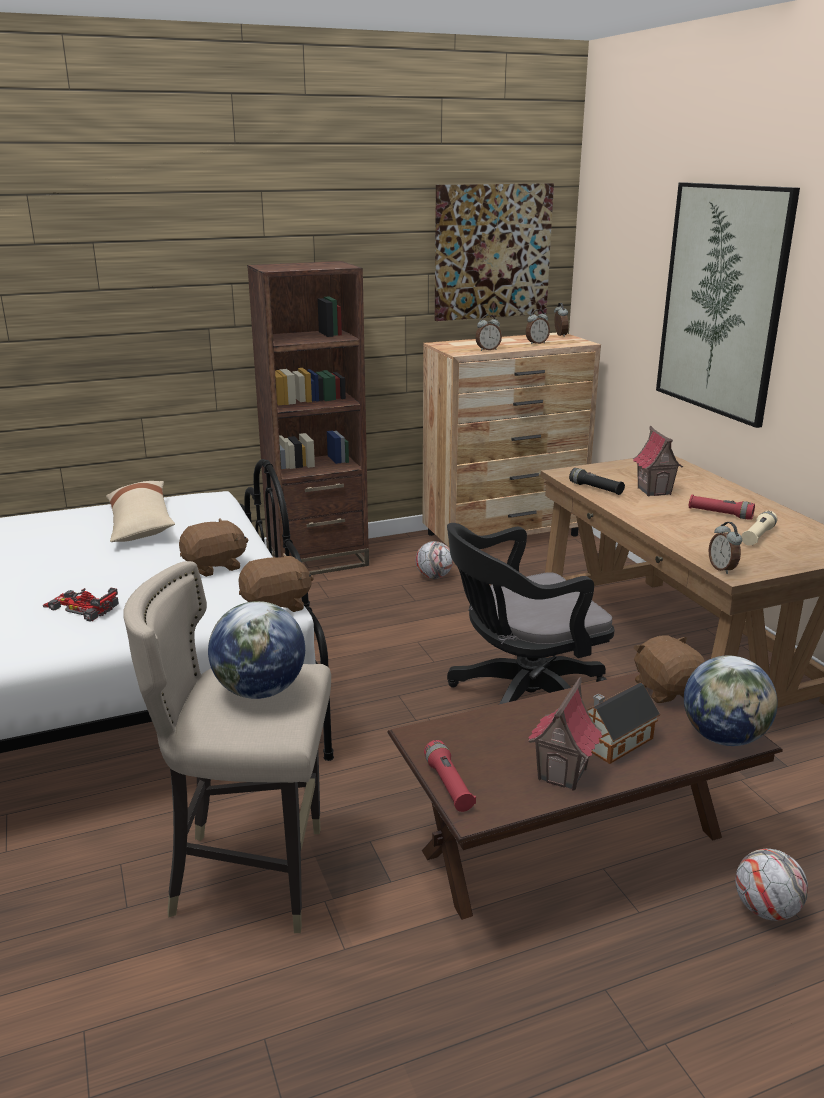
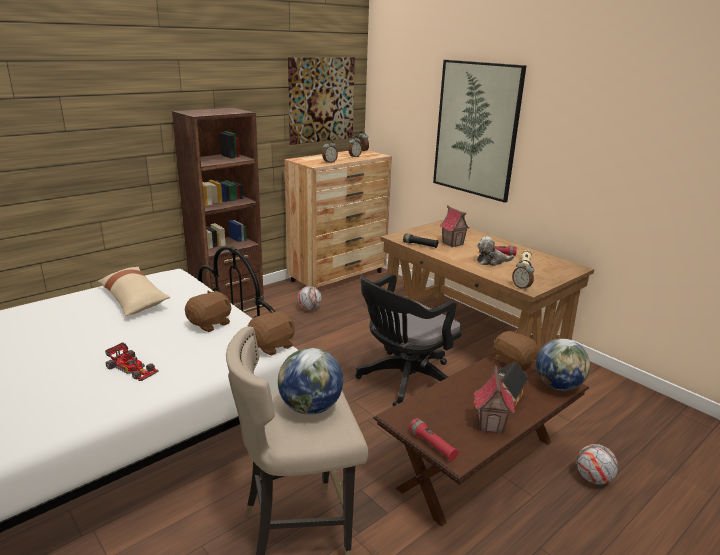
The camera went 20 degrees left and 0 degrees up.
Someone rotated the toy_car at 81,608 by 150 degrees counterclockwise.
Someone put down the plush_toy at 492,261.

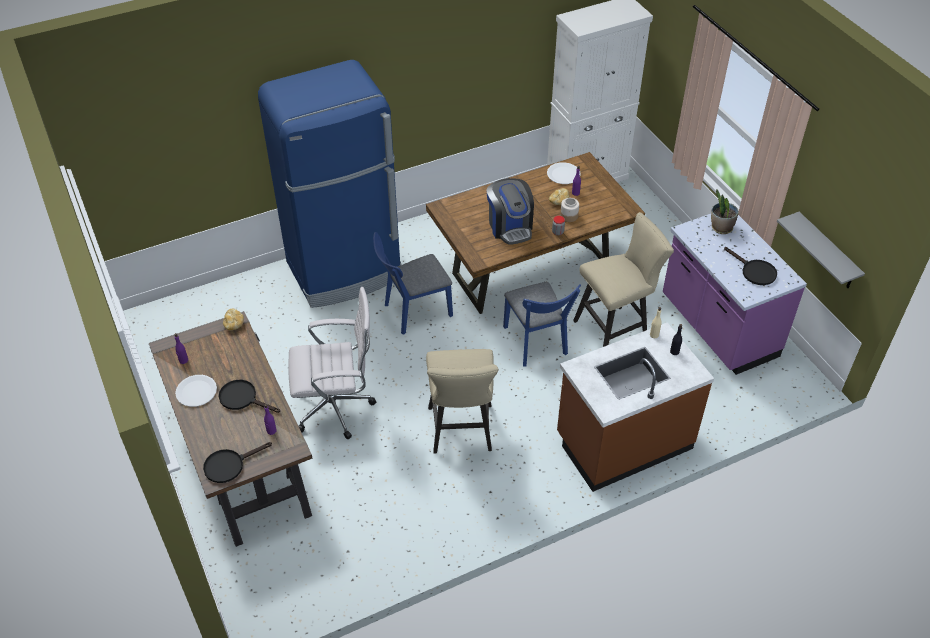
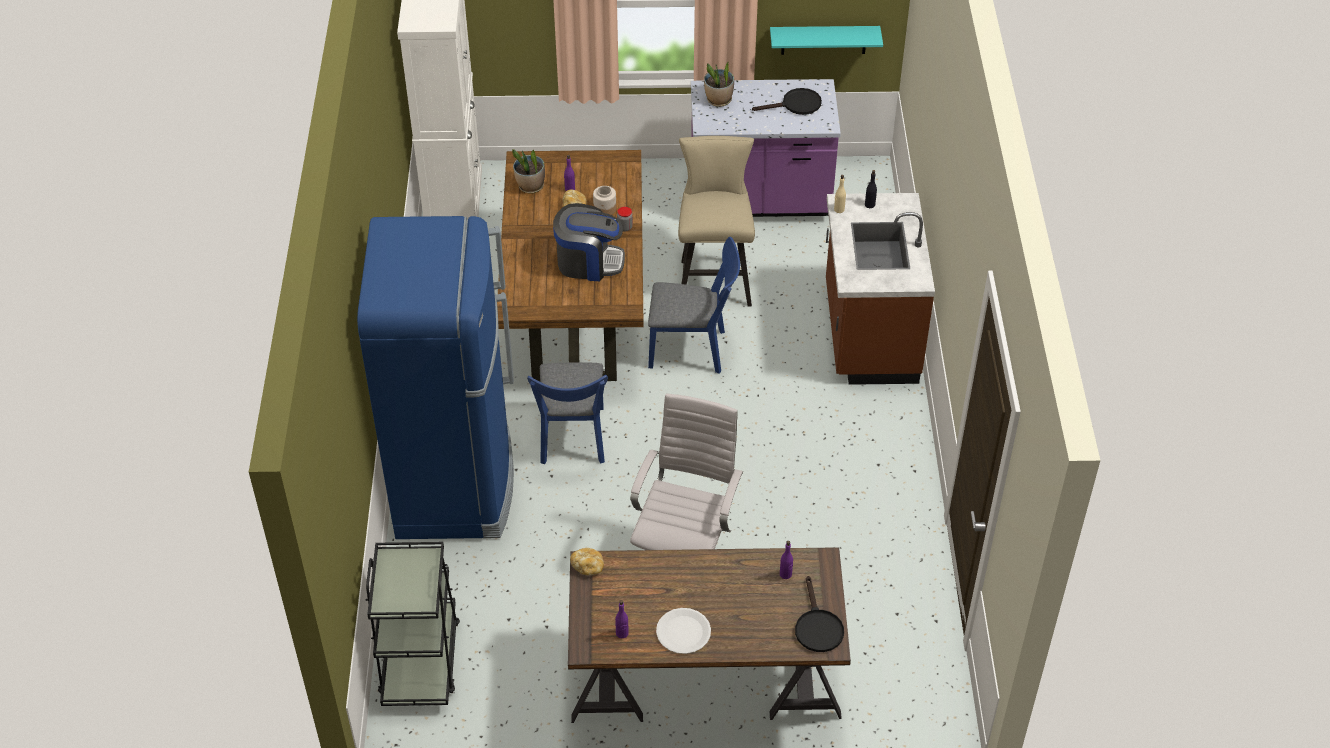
The camera went 65 degrees left and 0 degrees up.
Someone swapped the white_plate at 563,174 for the potted_plant at 530,186.
Someone repainted the grey_shelf at 827,252, which became the turquoise_shelf at 824,40.
Someone took away the beige_stool at 461,433.
Someone took away the black_frying_pan at 243,398.
Someone put down the black_cart at 420,660.

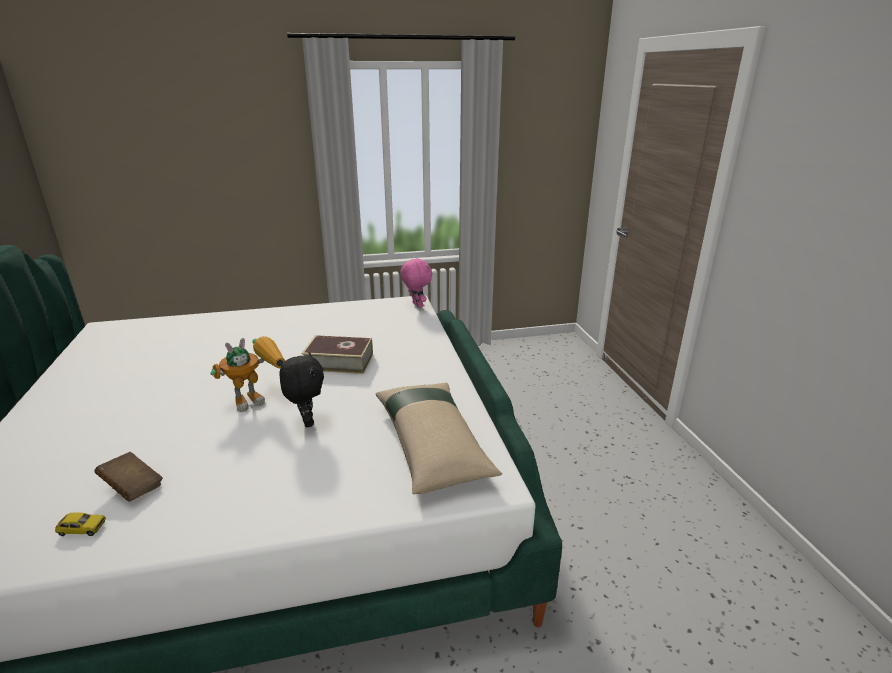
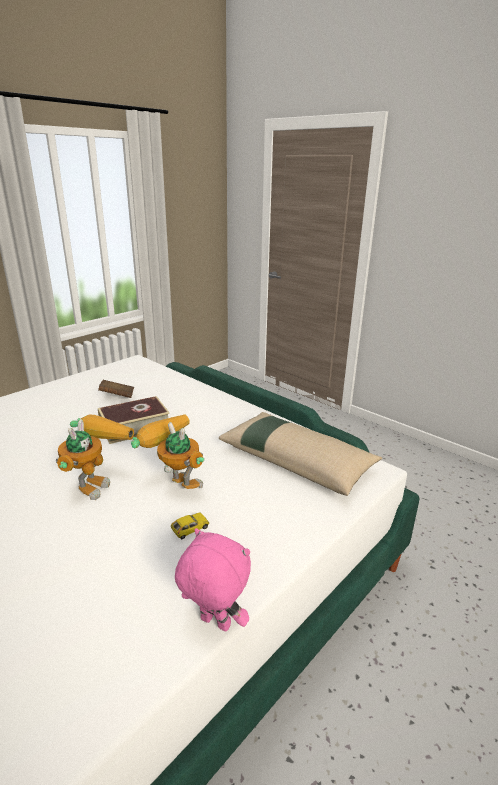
The camera went 35 degrees left and 0 degrees up.
Someone carried the pink_plush_toy from 416,305 to 214,624.
Someone swapped the black_plush_toy at 306,421 for the toy_robot at 174,483.
Someone carried the brown_book from 133,487 to 117,397.
Someone carried the toy_car from 82,528 to 190,529.

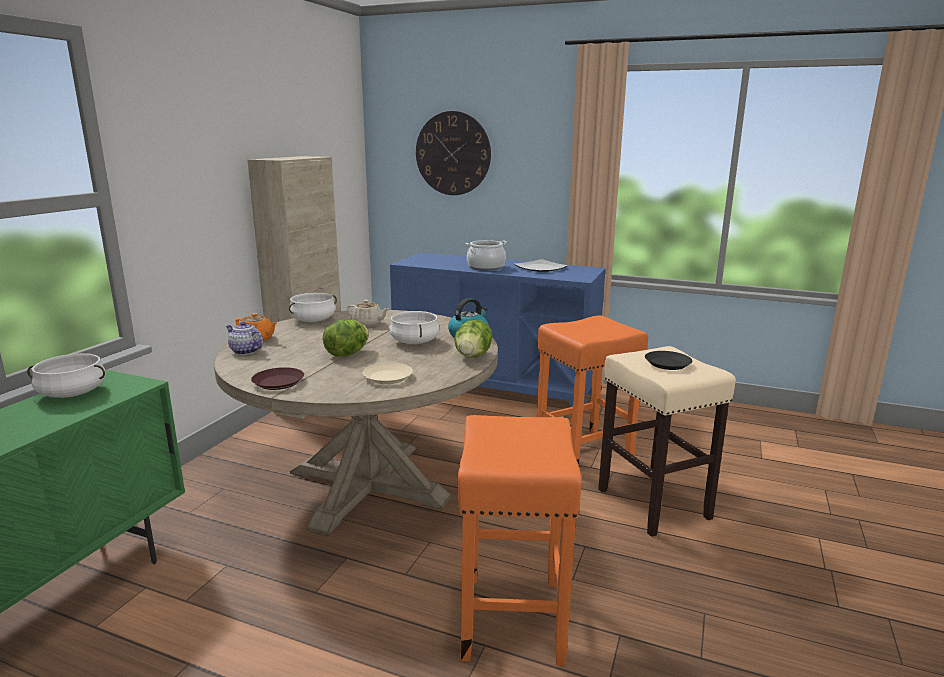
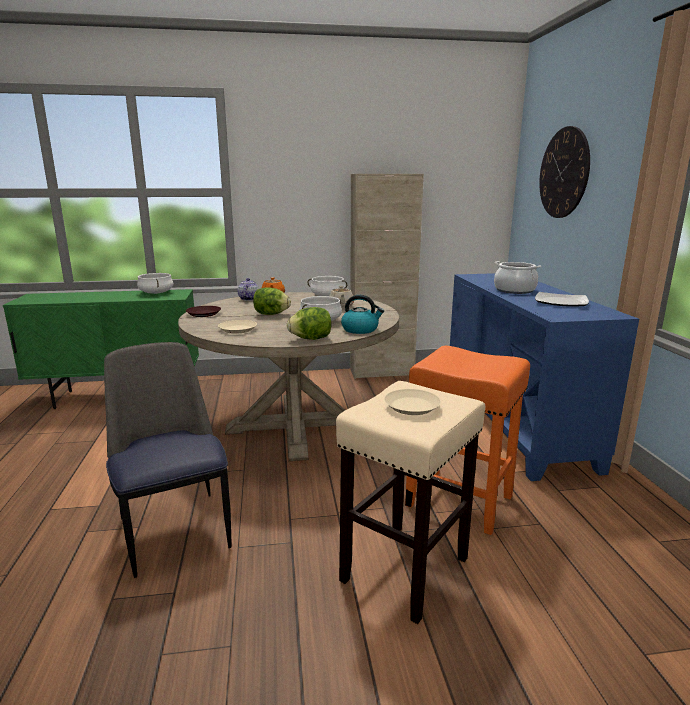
The camera went 60 degrees right and 0 degrees up.
Someone repainted the black_plate at 667,364, which became the beige_plate at 412,406.
Someone swapped the orange_stool at 512,616 for the chair at 175,529.

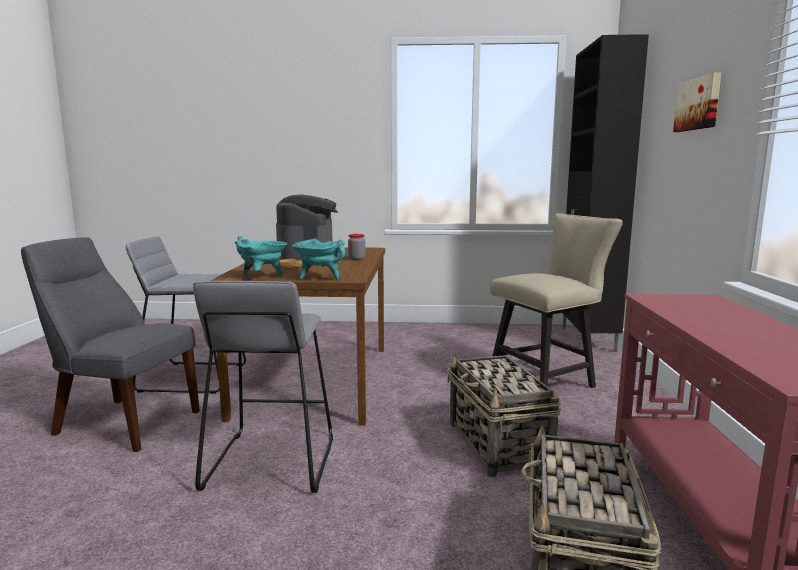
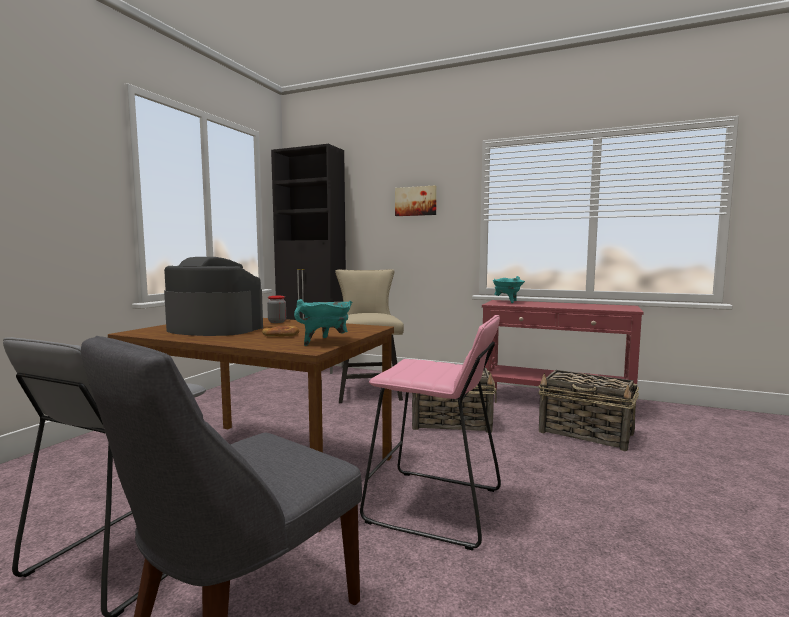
The camera went 70 degrees left and 5 degrees down.
Someone carried the turquoise_cooking_pot from 320,278 to 507,302.
Someone repainted the grey_stool at 270,461, which became the pink_stool at 433,506.

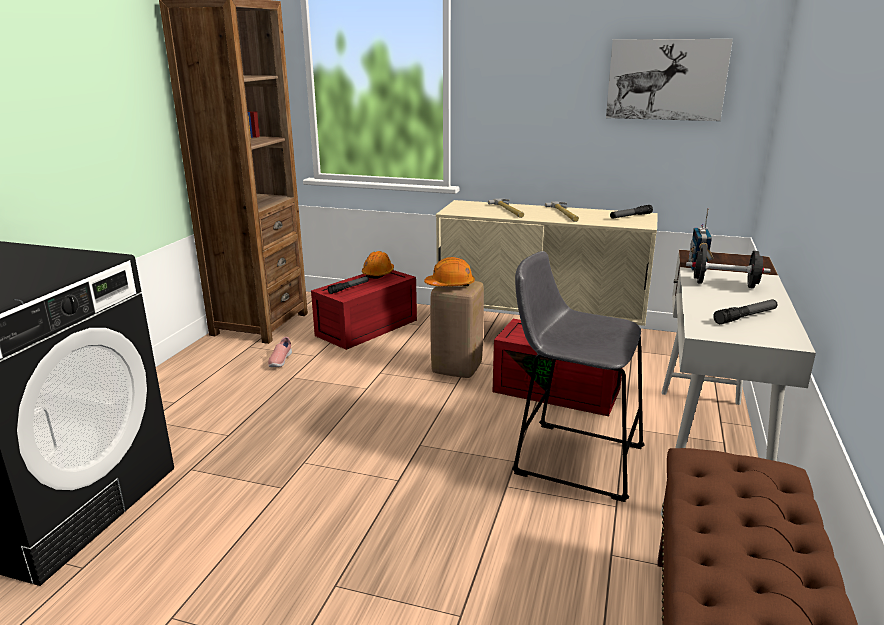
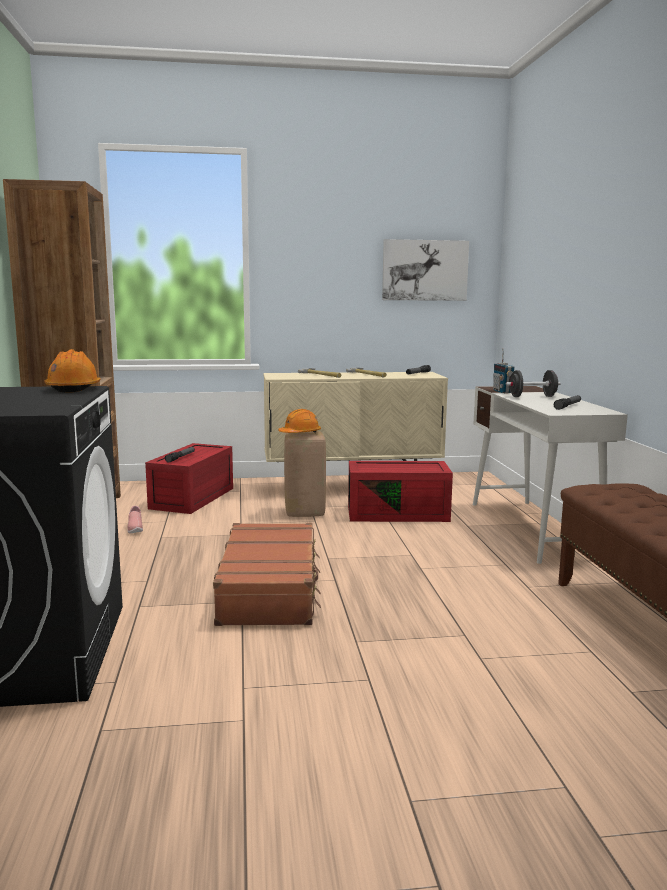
The camera went 25 degrees left and 10 degrees down.
Someone carried the orange_hard_hat from 378,273 to 74,389.
Someone took away the grey_stool at 571,458.
Someone put down the brown_suitcase at 270,589.

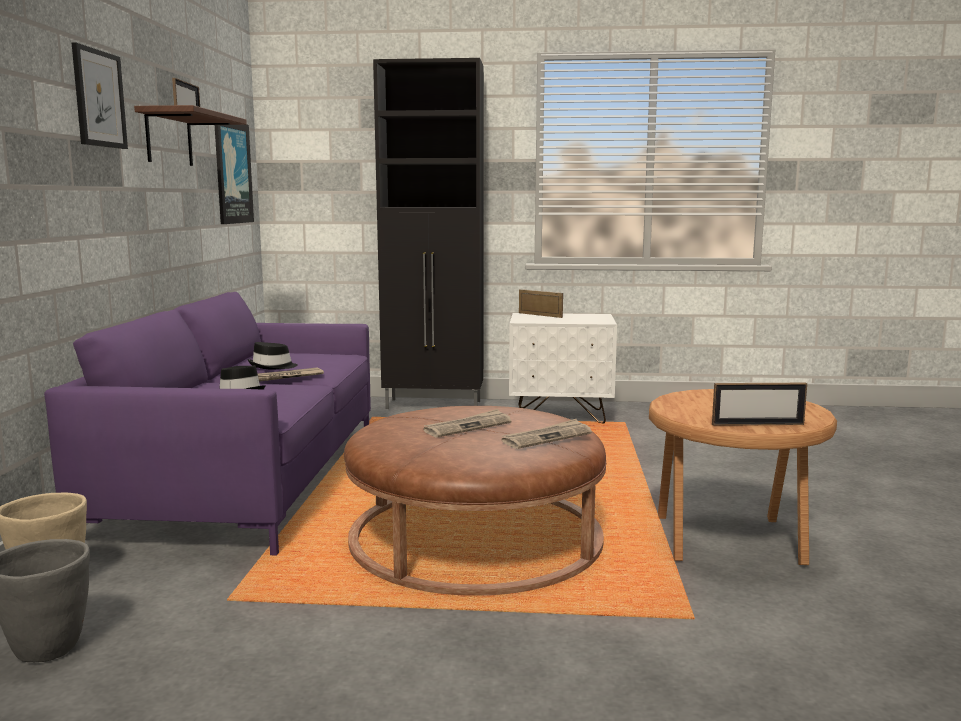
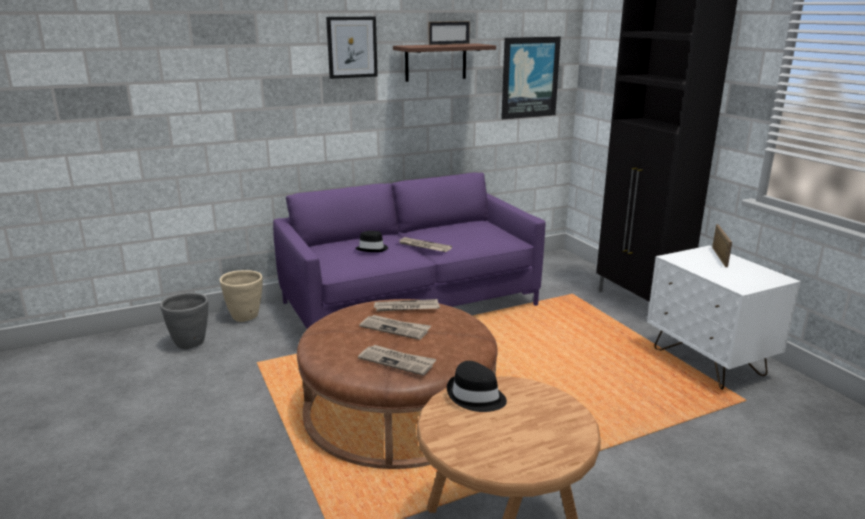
The camera went 60 degrees right and 10 degrees up.
Someone carried the black_hat from 273,366 to 475,397.
Someone took away the picture_frame at 757,424.
Someone put down the newspaper at 406,308.

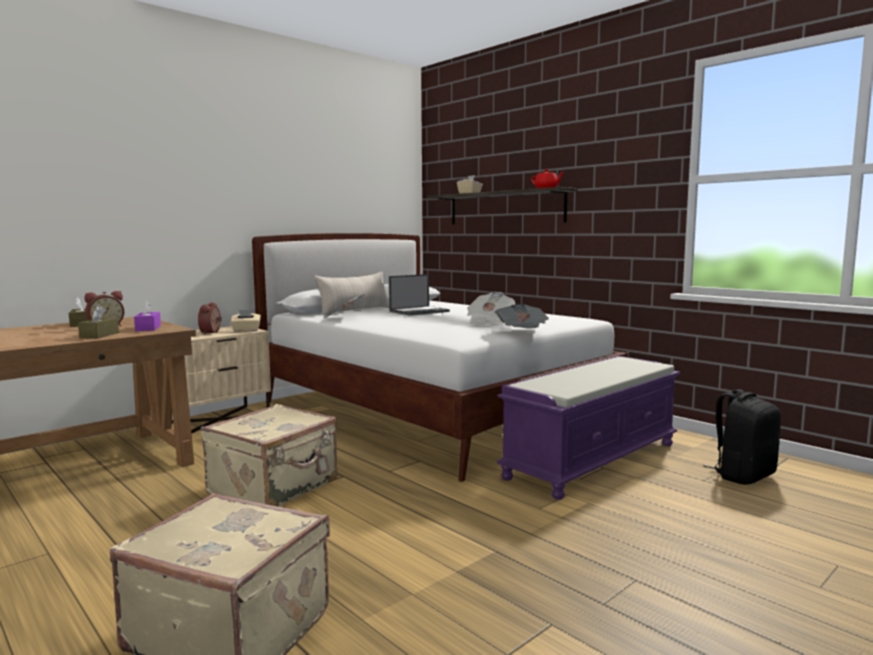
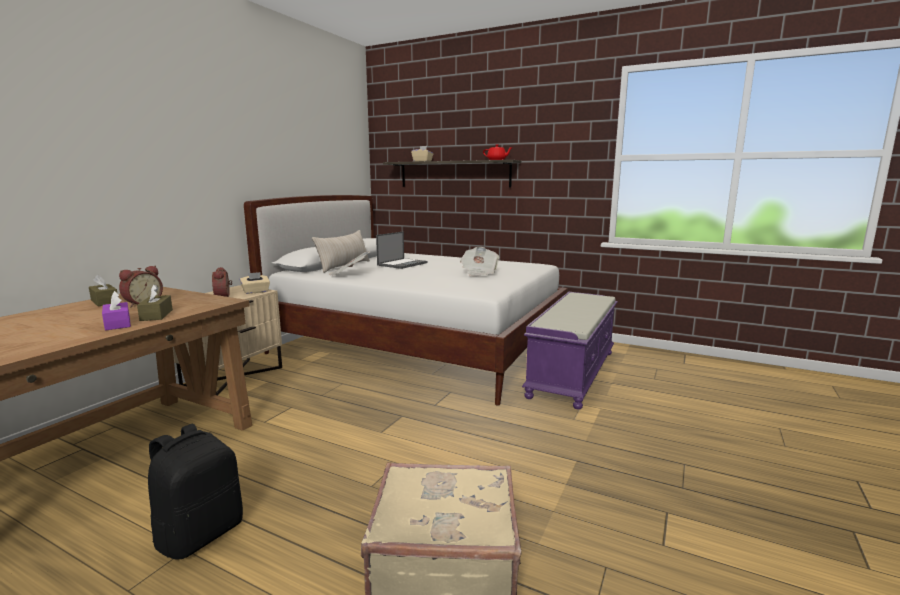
The camera went 20 degrees left and 5 degrees up.
Someone carried the purple_tissue_box from 148,328 to 117,324.
Someone took away the newspaper at 522,332.
Someone carried the black_backpack from 743,476 to 200,534.
Someone took away the beige_suitcase at 275,488.

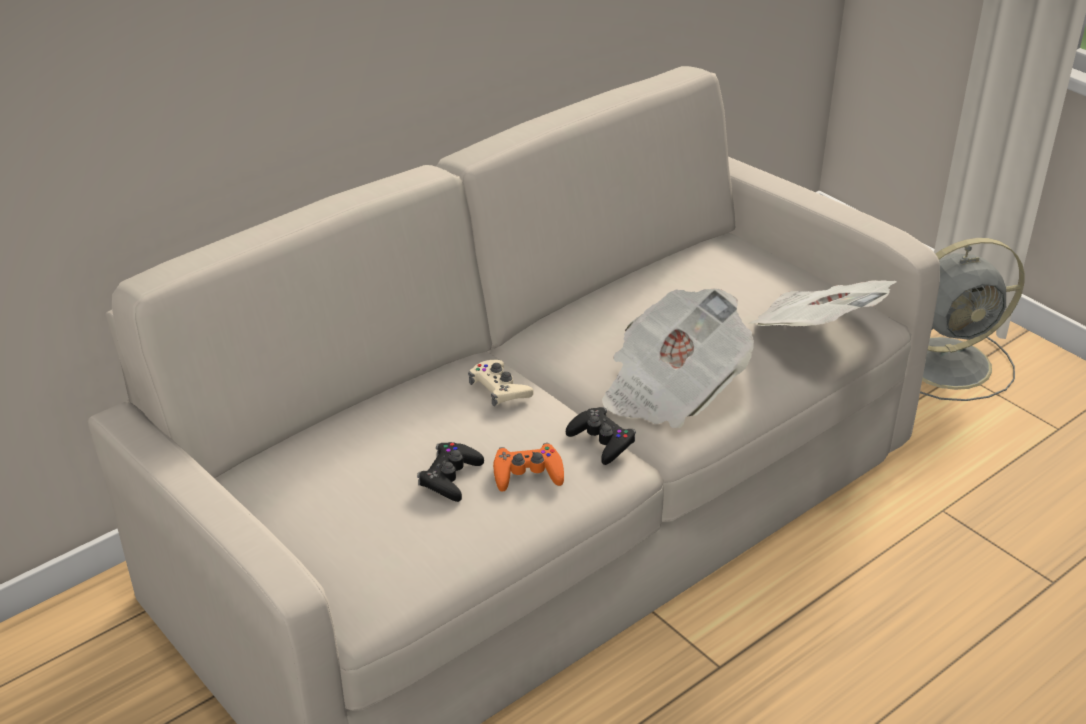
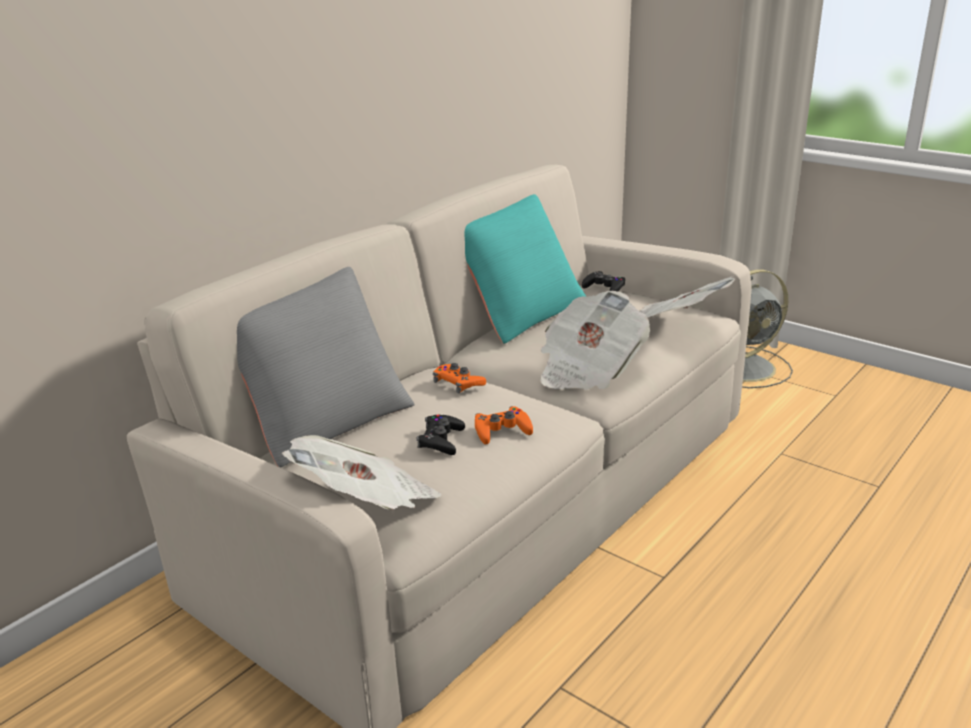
The camera went 10 degrees left and 10 degrees down.
Someone repainted the beige_game_controller at 499,388, which became the orange_game_controller at 458,383.
Someone carried the black_game_controller from 601,440 to 604,288.
Someone put down the turquoise_pillow at 520,313.
Someone put down the grey_pillow at 323,418.
Someone put down the newspaper at 368,504.

